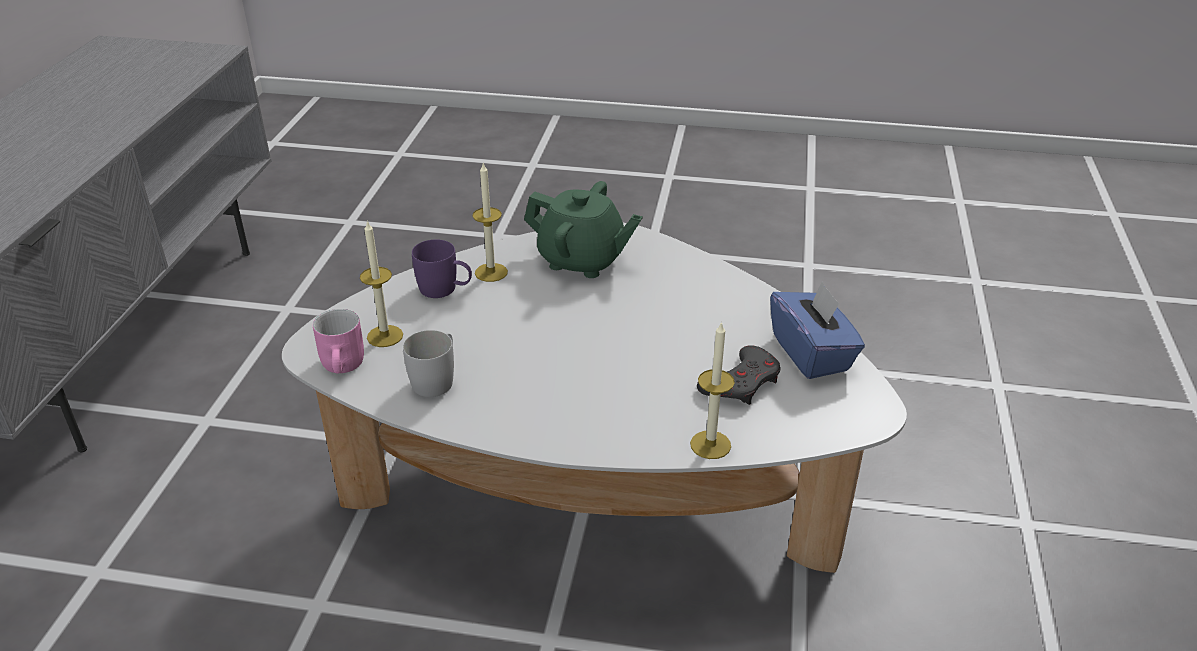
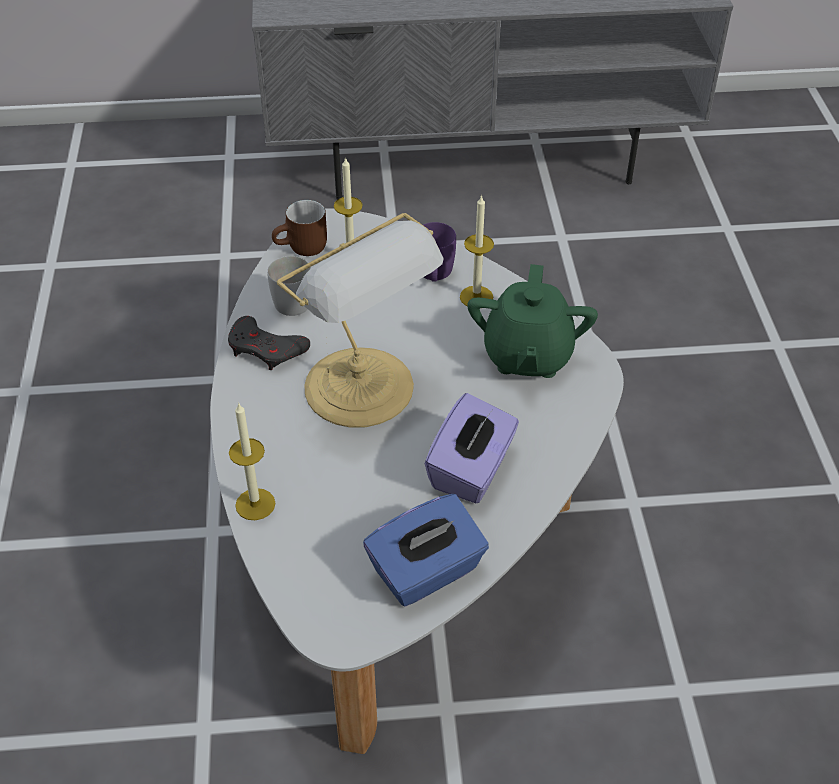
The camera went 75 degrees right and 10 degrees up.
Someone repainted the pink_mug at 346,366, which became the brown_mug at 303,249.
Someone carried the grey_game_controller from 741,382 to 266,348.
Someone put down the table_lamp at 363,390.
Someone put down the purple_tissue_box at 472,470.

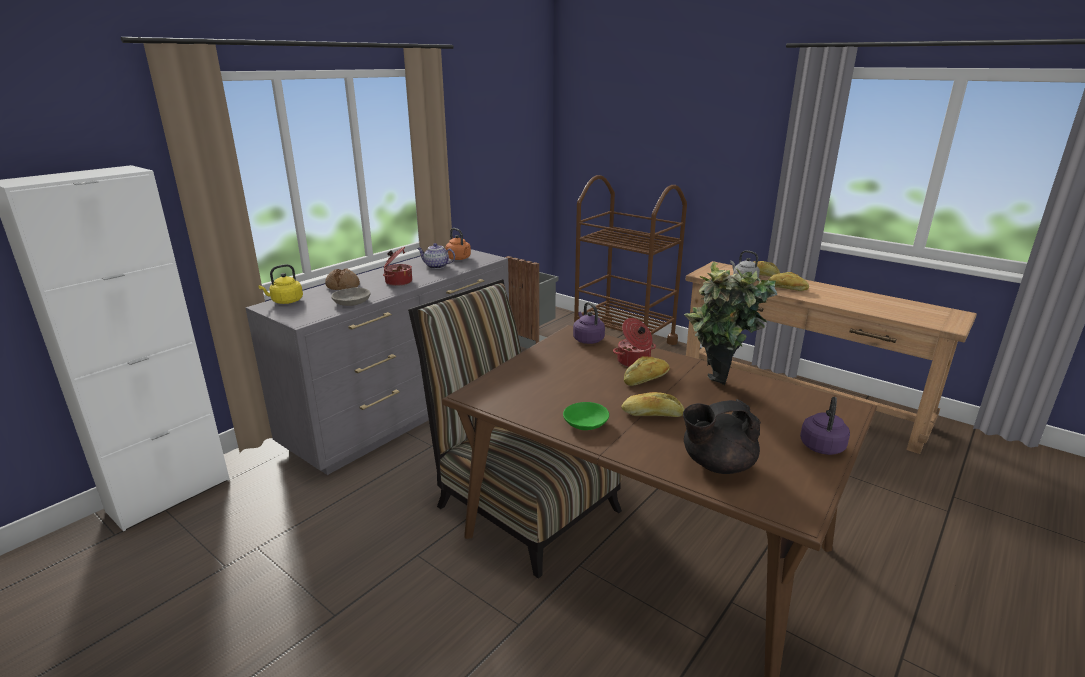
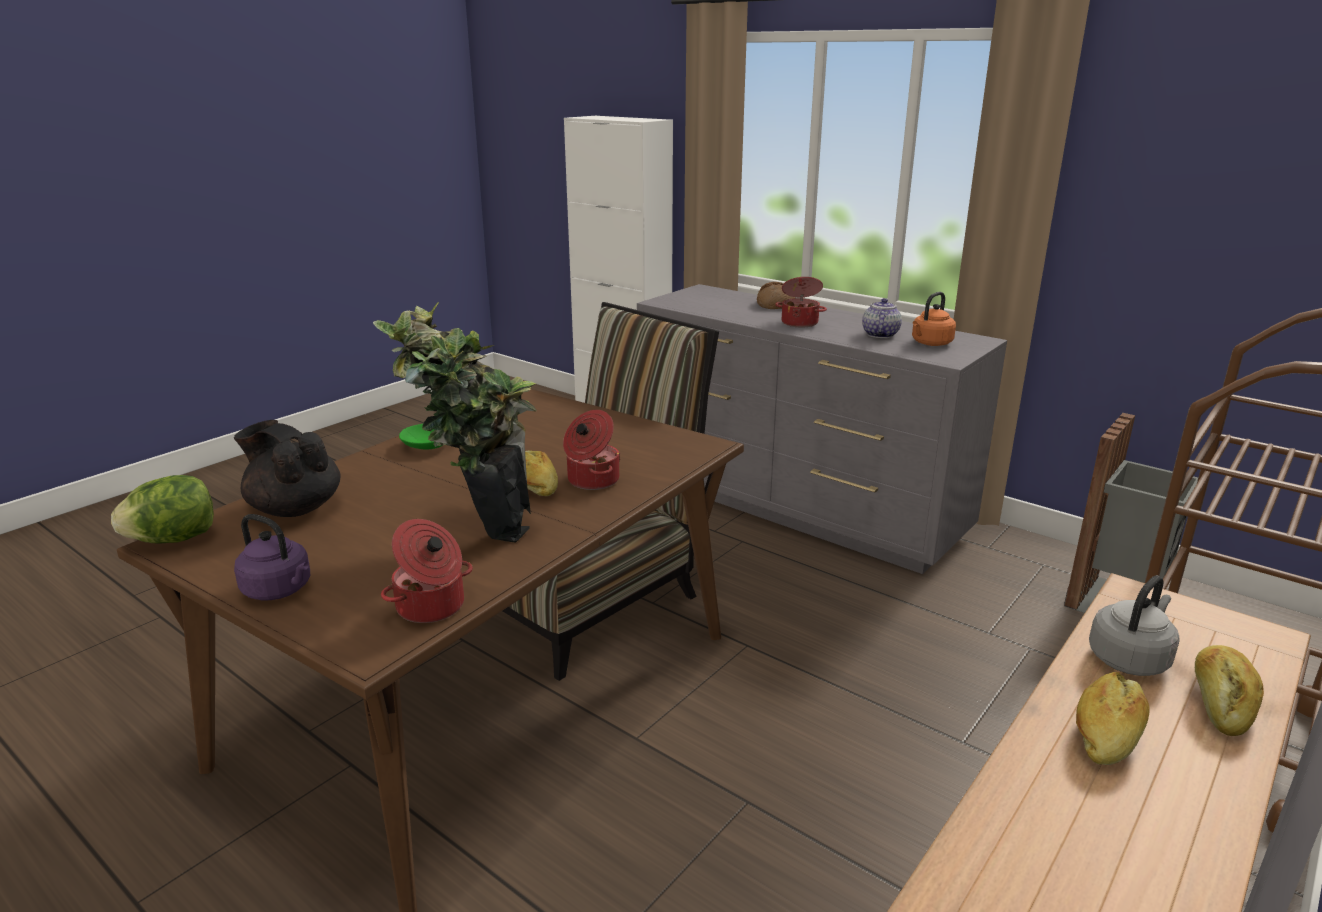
The camera went 90 degrees right and 0 degrees up.
Someone took away the yellow_kettle at 285,301.
Someone took away the grey_bowl at 352,302.
Someone took away the purple_kettle at 587,339.
Someone took away the bread at 652,414.
Someone rotated the black_teapot at 716,465 by 45 degrees counterclockwise.
Someone put down the lettuce at 174,539.
Someone put down the cooking_pot at 431,607.

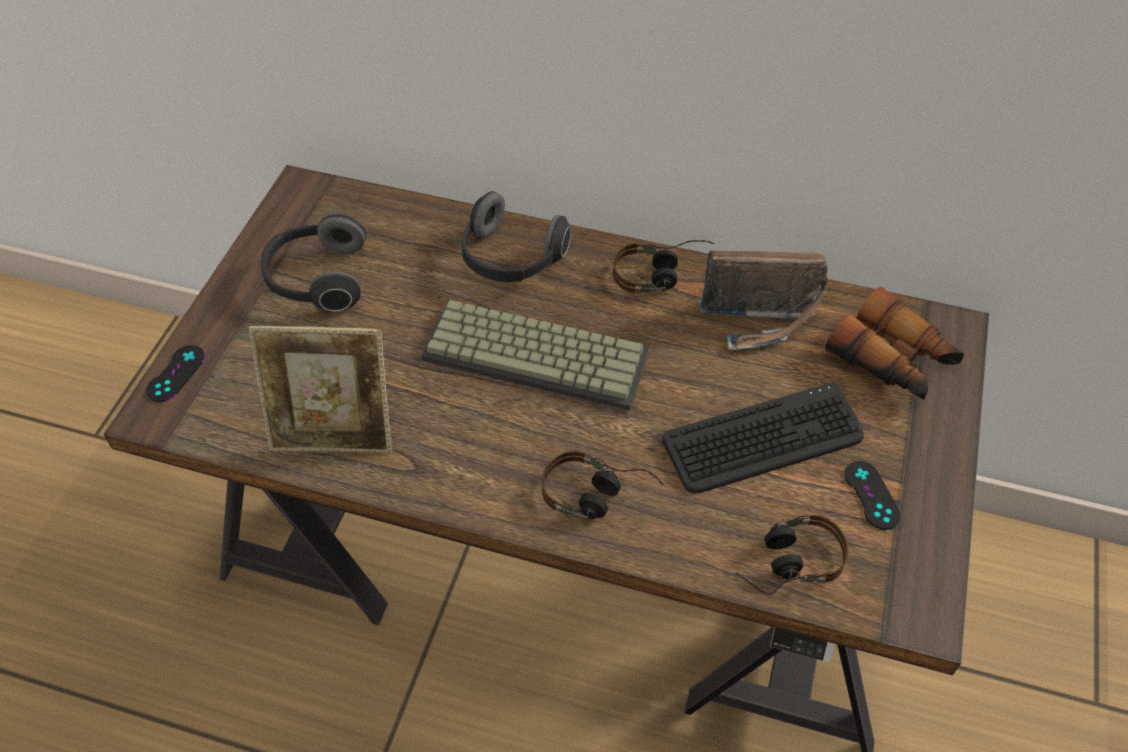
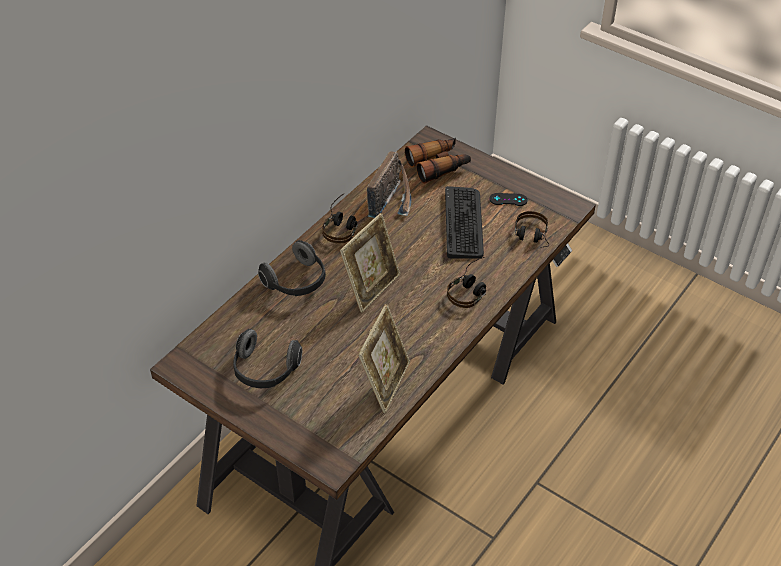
The camera went 70 degrees left and 5 degrees down.
Someone swapped the keyboard at 539,353 for the picture_frame at 371,288.
Someone took away the black_game_controller at 176,373.

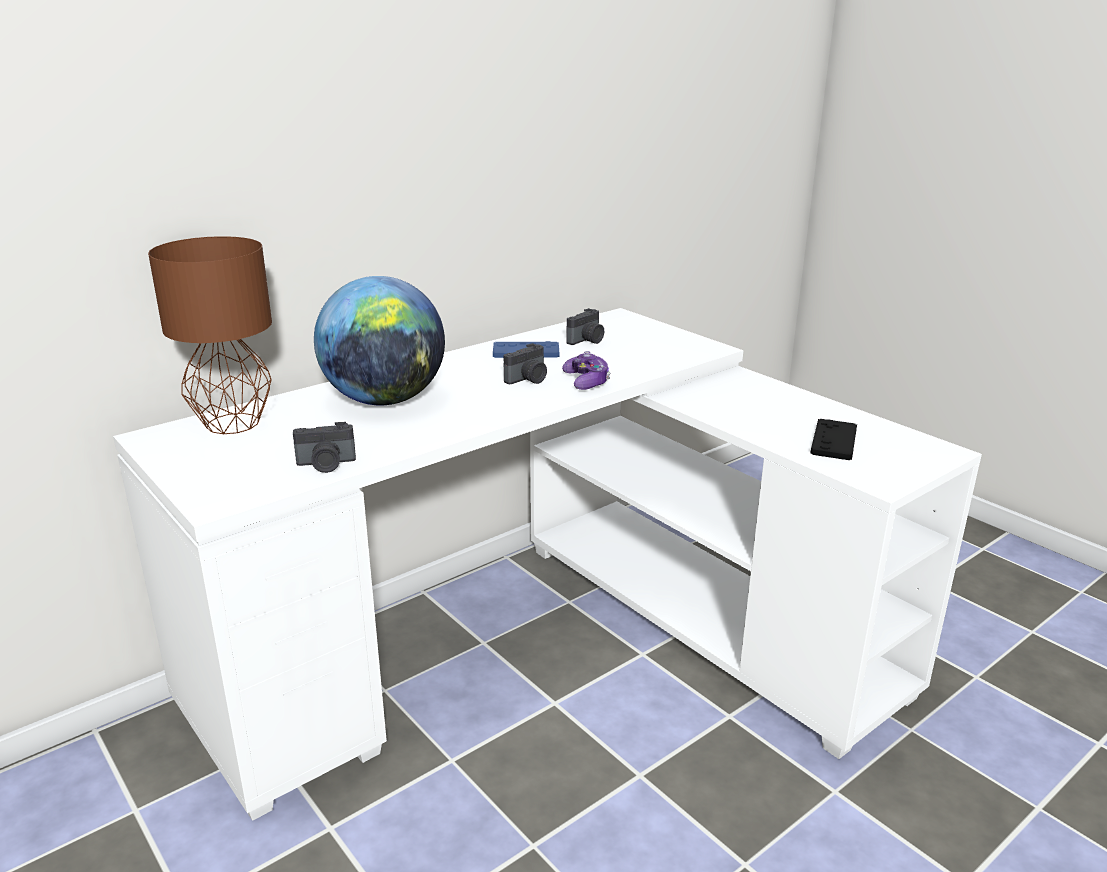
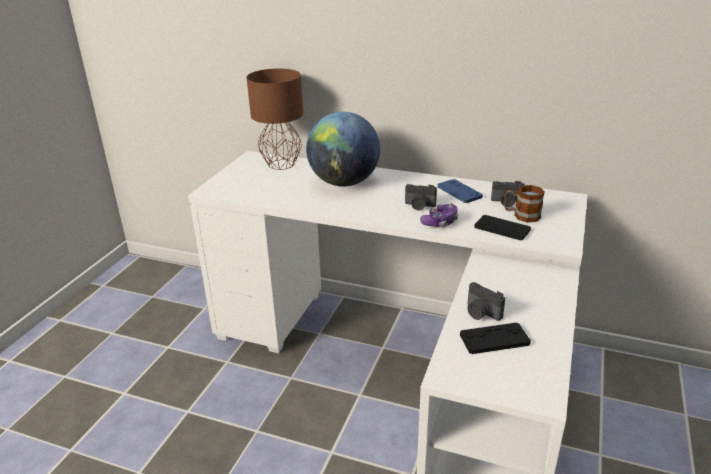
The camera went 60 degrees right and 5 degrees up.
Someone carried the photo_camera from 326,464 to 481,313.
Someone put down the mug at 521,215.
Someone put down the black_game_controller at 502,228.

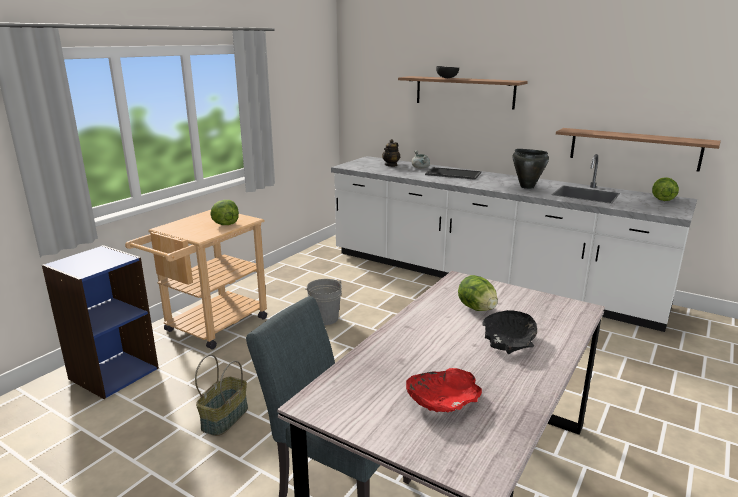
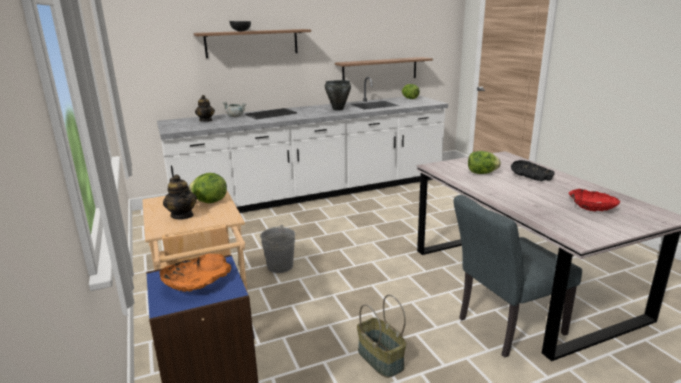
The camera went 55 degrees left and 0 degrees up.
Someone put down the teapot at 182,215.
Someone put down the orange_bowl at 197,282.

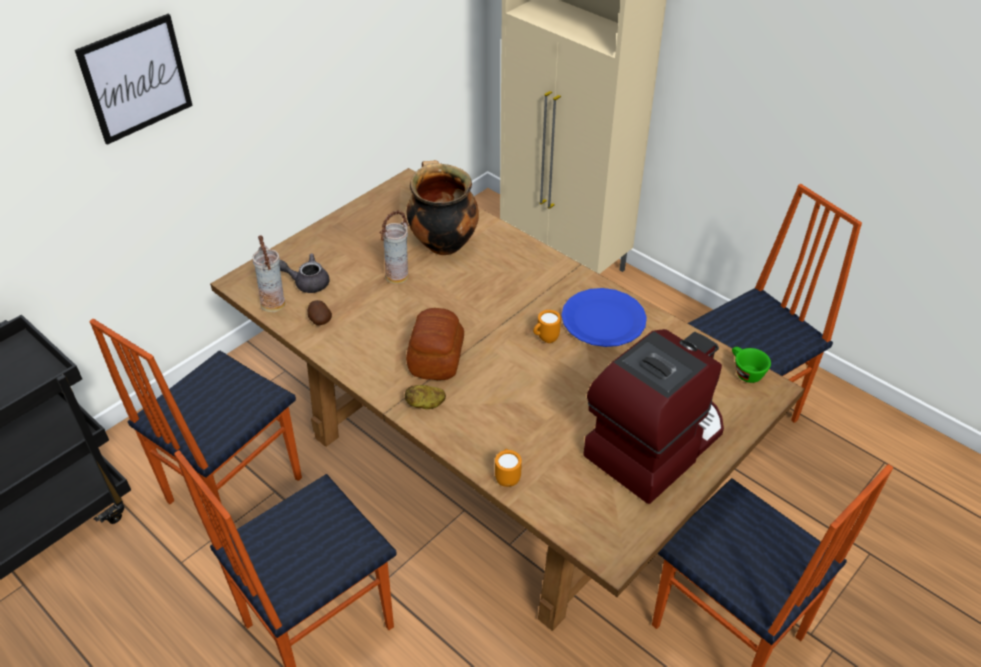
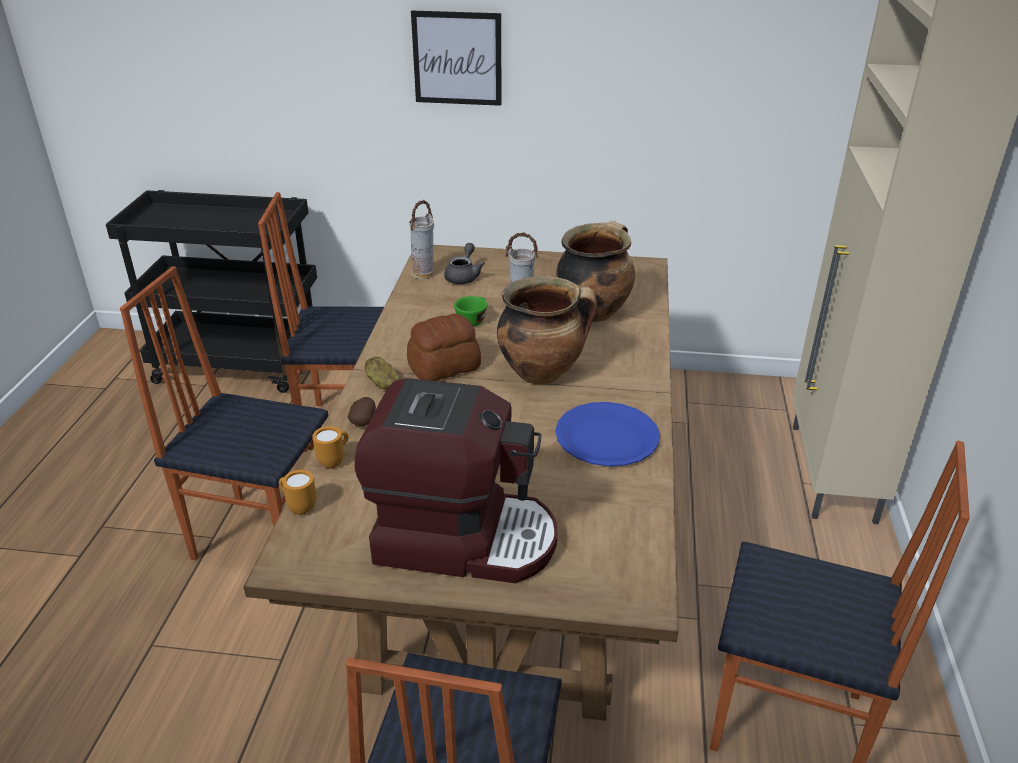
The camera went 55 degrees right and 10 degrees down.
Someone rotated the grey_teapot at 307,282 by 45 degrees clockwise.
Someone carried the potato from 319,320 to 364,421.
Someone carried the orange_mug from 545,339 to 299,507.
Someone carried the green_cup from 745,372 to 473,319.
Someone put down the cooking_pot at 542,372.

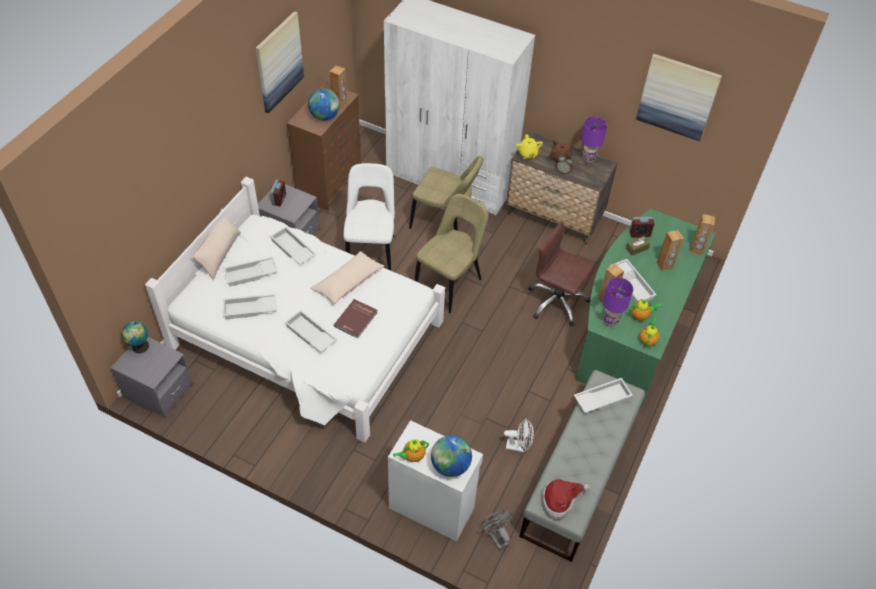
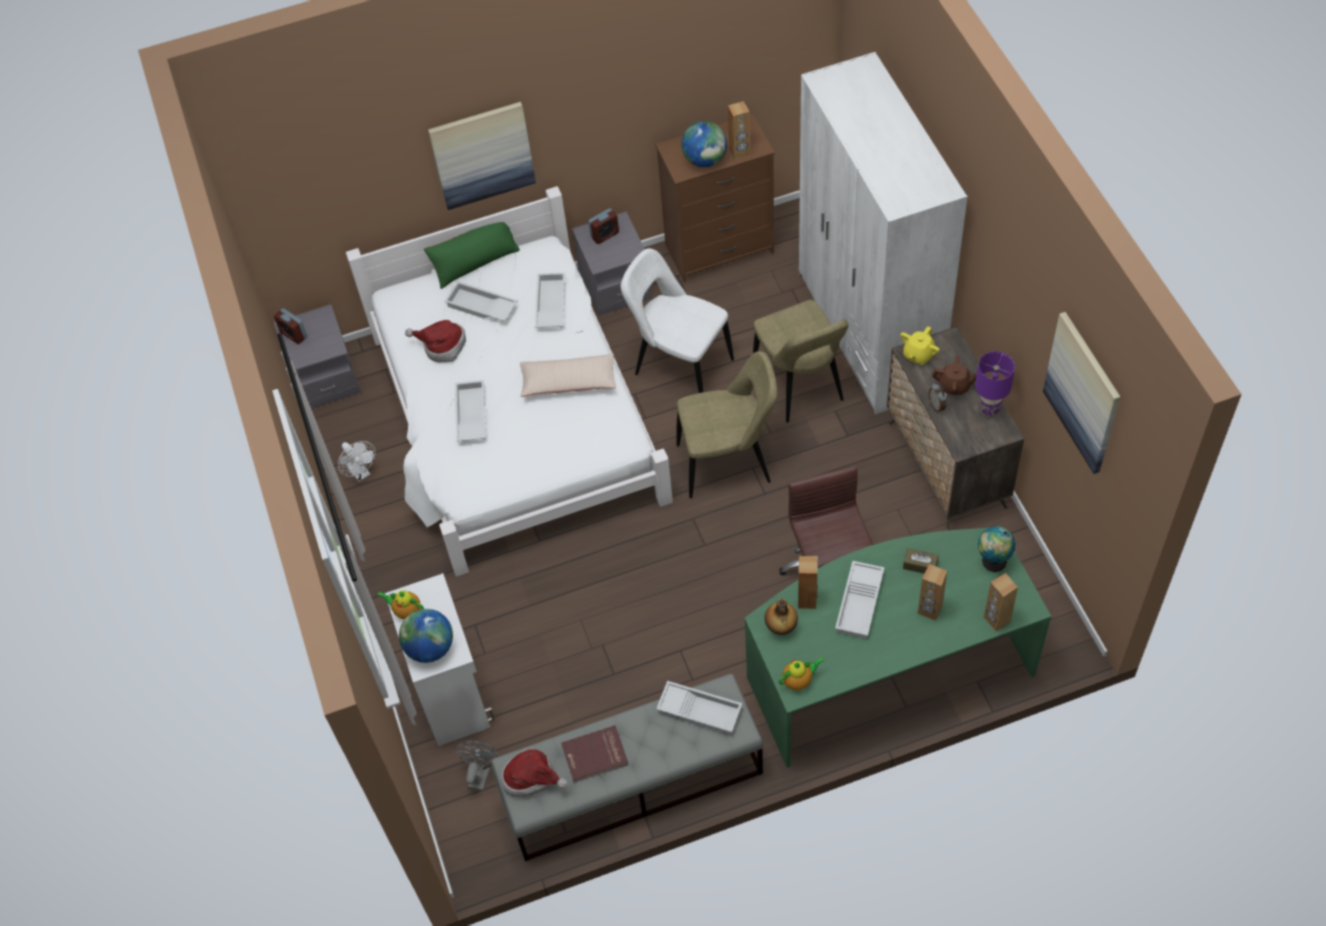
The camera went 50 degrees right and 5 degrees up.
Someone carried the picture from 279,62 to 482,154.
Someone rotated the white_chair at 371,252 by 105 degrees counterclockwise.
Someone repainted the beige_pillow at 220,254, which became the green_pillow at 475,263.
Someone carried the alarm_clock from 639,233 to 294,334.
Someone swapped the purple_table_lamp at 610,321 for the bottle at 780,627.
Someone swapped the white_tray at 249,309 for the hat at 442,346.
Someone carried the red_book from 356,320 to 595,756.
Someone took away the teapot at 640,316.
Someone carried the globe from 140,347 to 992,562.
Someone carried the white_fan from 518,446 to 361,473.

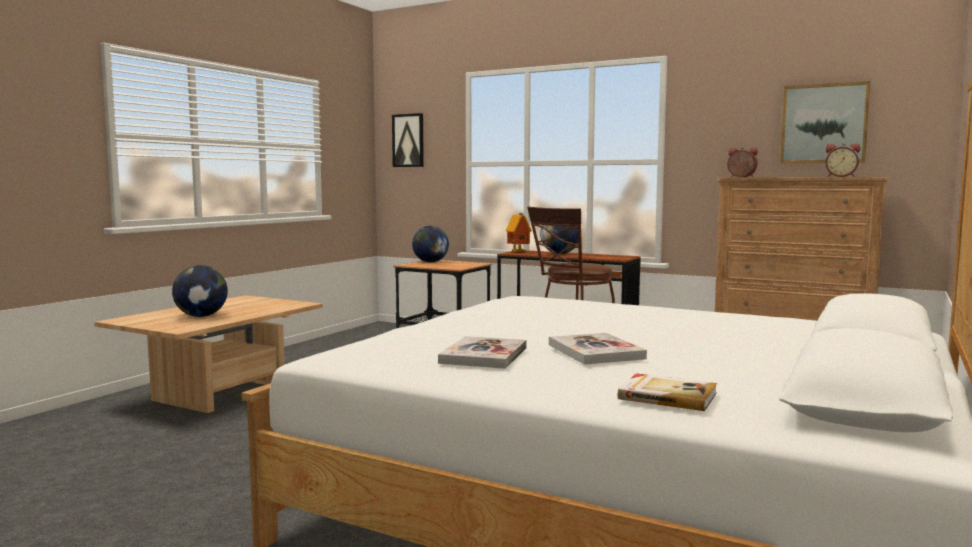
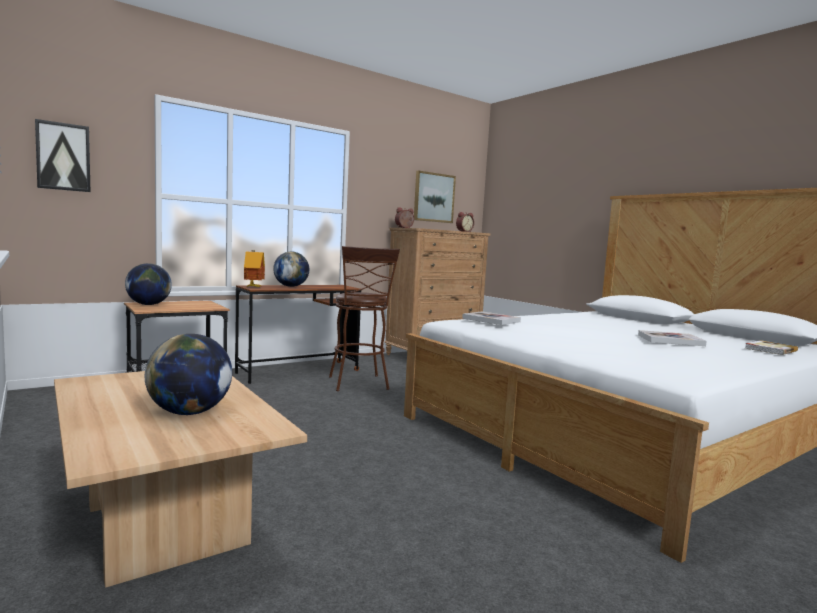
The camera went 65 degrees left and 0 degrees up.
Someone carried the book from 484,355 to 491,320.

